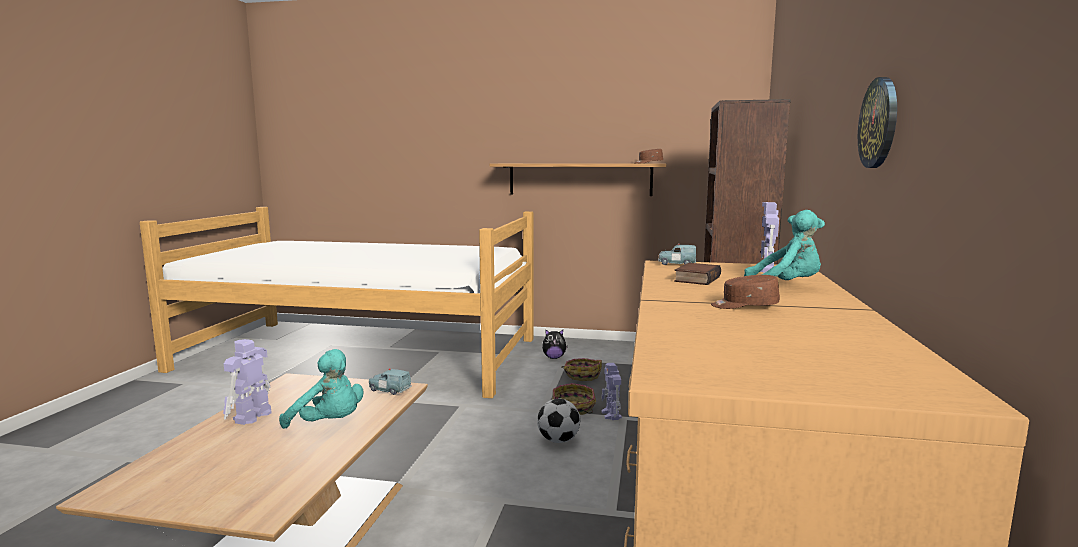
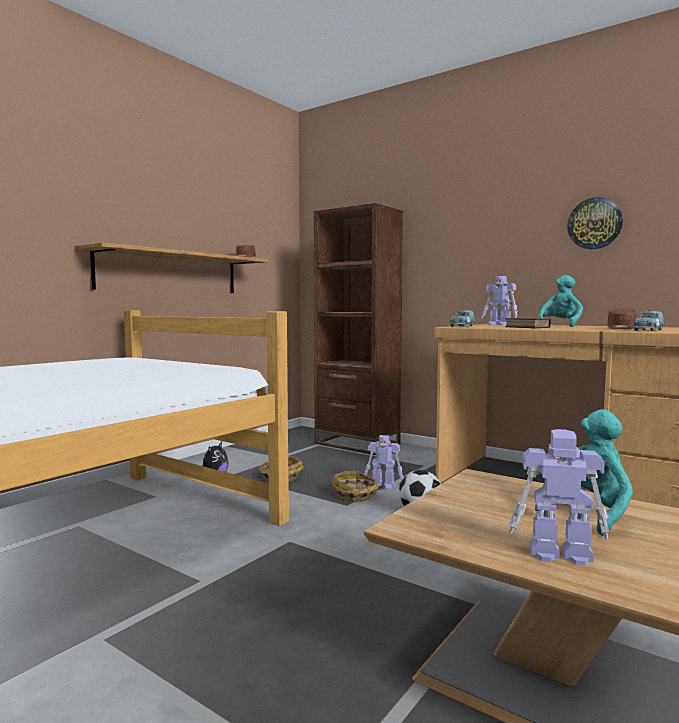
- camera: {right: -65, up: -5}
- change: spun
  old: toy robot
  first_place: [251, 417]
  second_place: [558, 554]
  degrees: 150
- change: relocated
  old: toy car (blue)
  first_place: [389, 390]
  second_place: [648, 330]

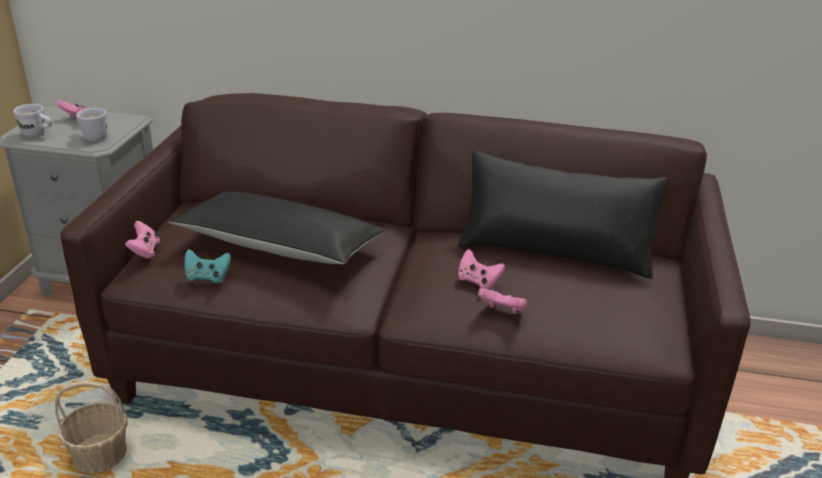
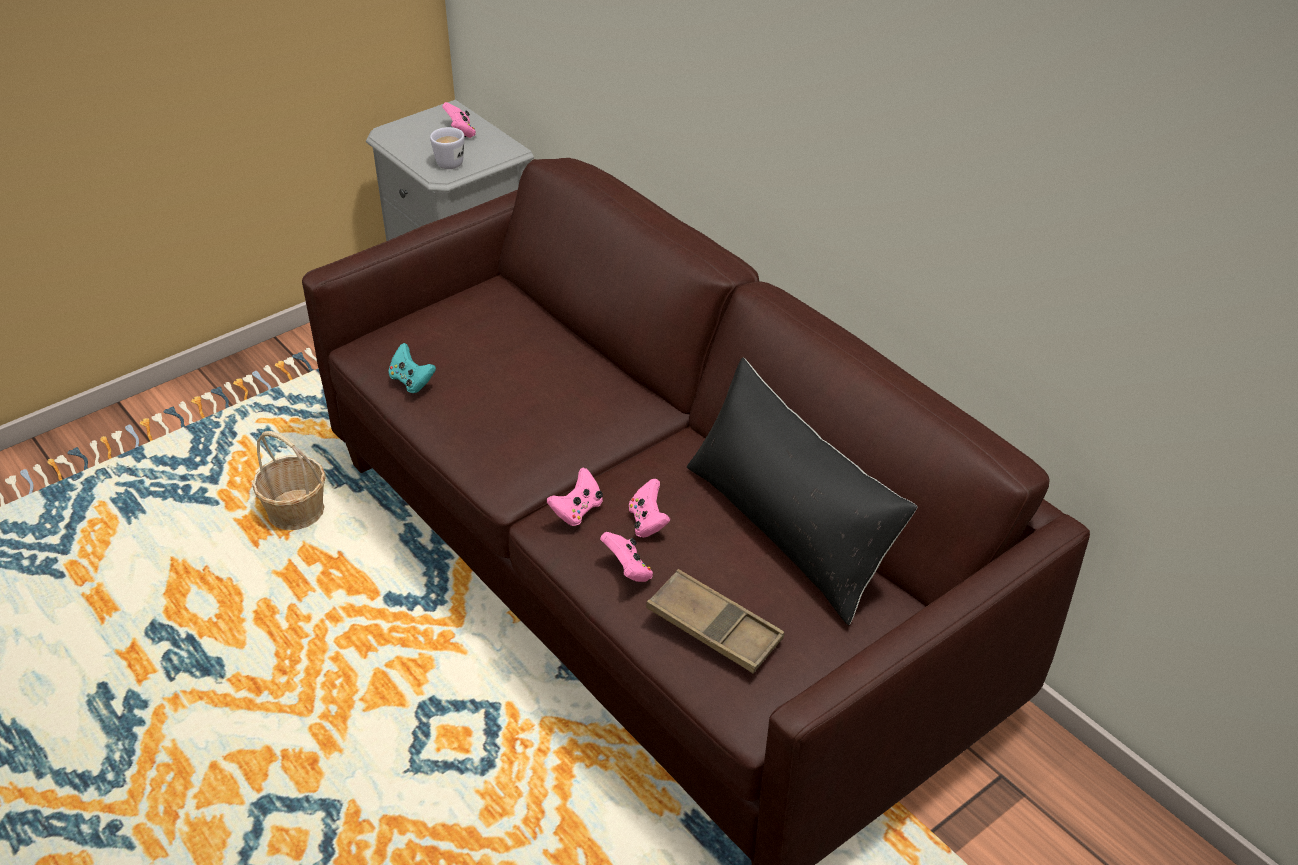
- camera: {right: 40, up: 10}
- change: relocated
  old: game controller (pink)
  first_place: [145, 251]
  second_place: [577, 511]
- change: appeared
  new: tray (brown)
  second_place: [714, 628]
- change: missing
  old: mug (white)
  first_place: [38, 134]
- change: missing
  old: pillow (black)
  first_place: [280, 246]

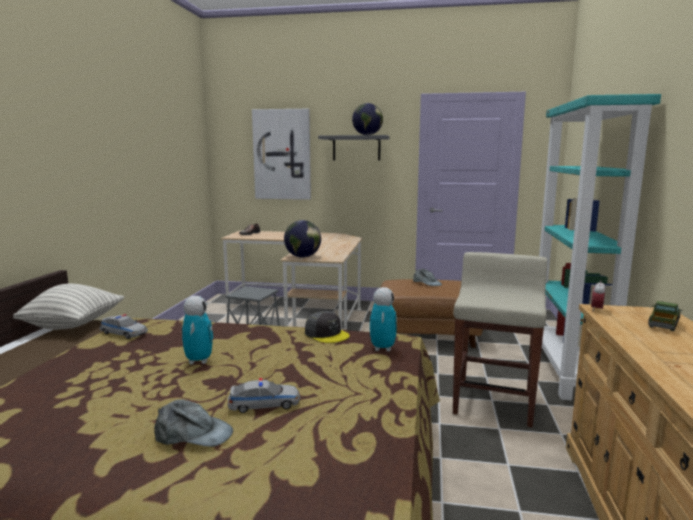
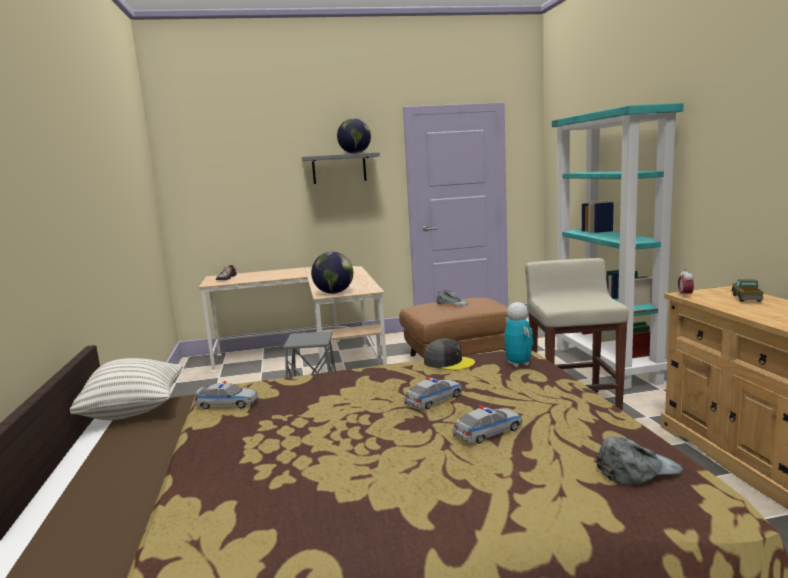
- camera: {right: -20, up: 0}
- change: appeared
  new: toy car
  second_place: [434, 400]
- change: relocated
  old: cap (grey)
  first_place: [193, 434]
  second_place: [637, 469]
- change: missing
  old: toy robot
  first_place: [199, 361]
- change: missing
  old: picture
  first_place: [282, 154]

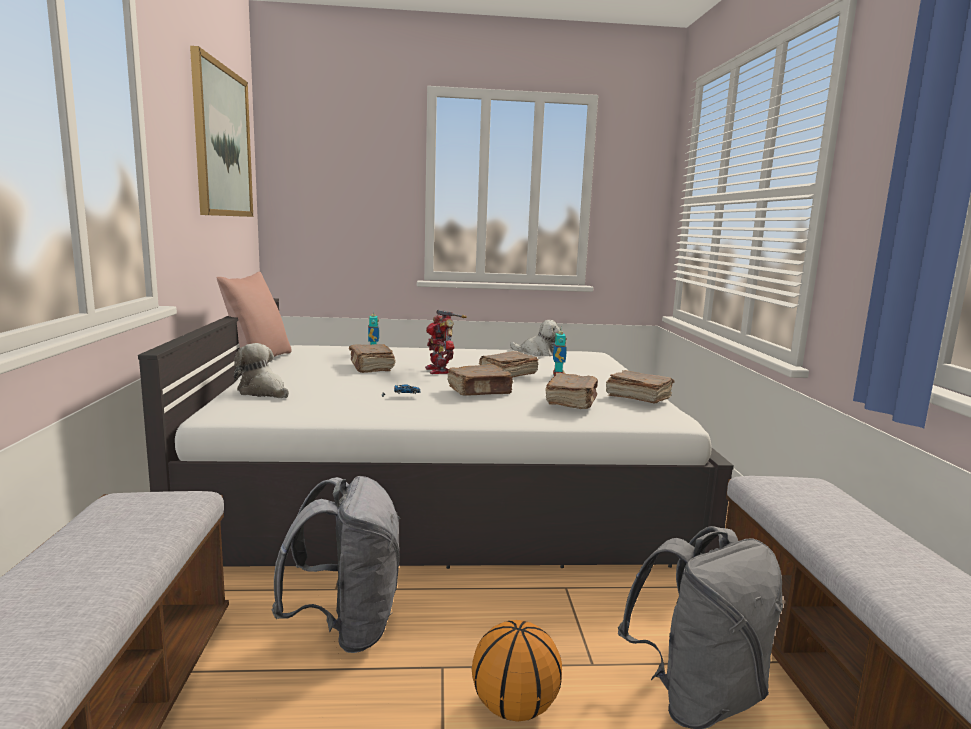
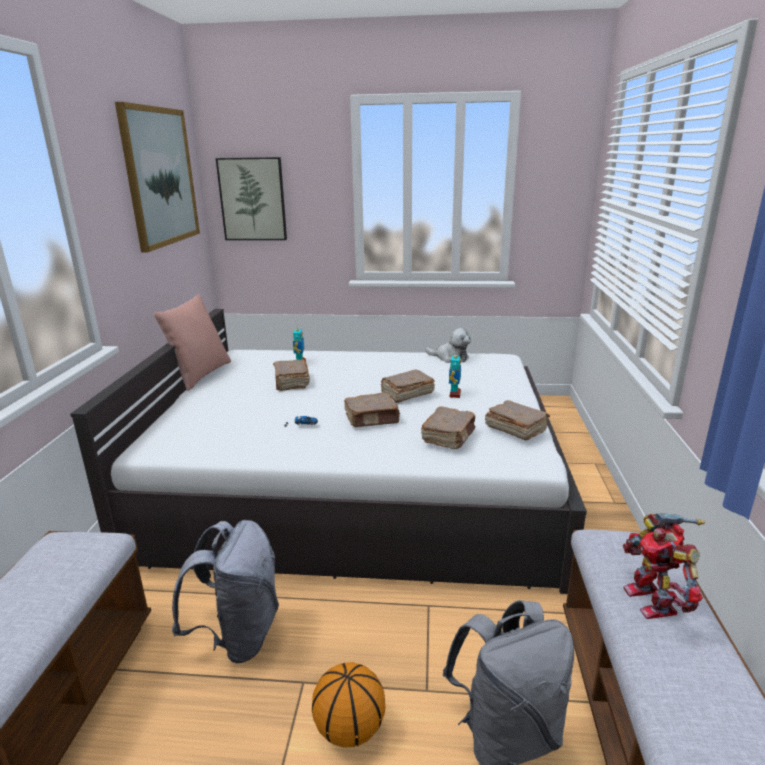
- camera: {right: 10, up: 10}
- change: appeared
  new: picture
  second_place: [253, 199]
- change: relocated
  old: toy robot
  first_place: [440, 370]
  second_place: [653, 600]
- change: missing
  old: plush toy
  first_place: [263, 392]

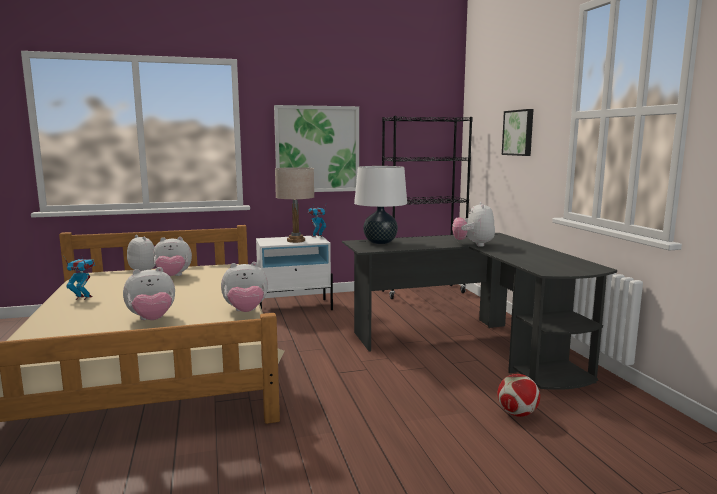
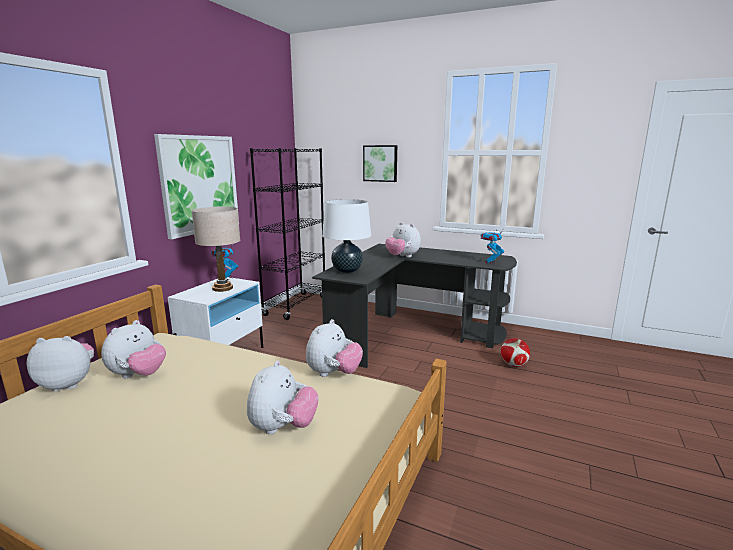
- camera: {right: -50, up: 5}
- change: relocated
  old: toy robot
  first_place: [83, 298]
  second_place: [490, 262]

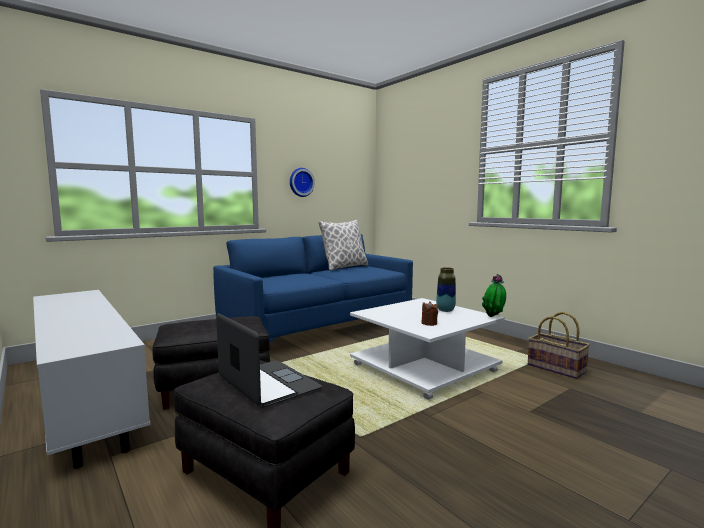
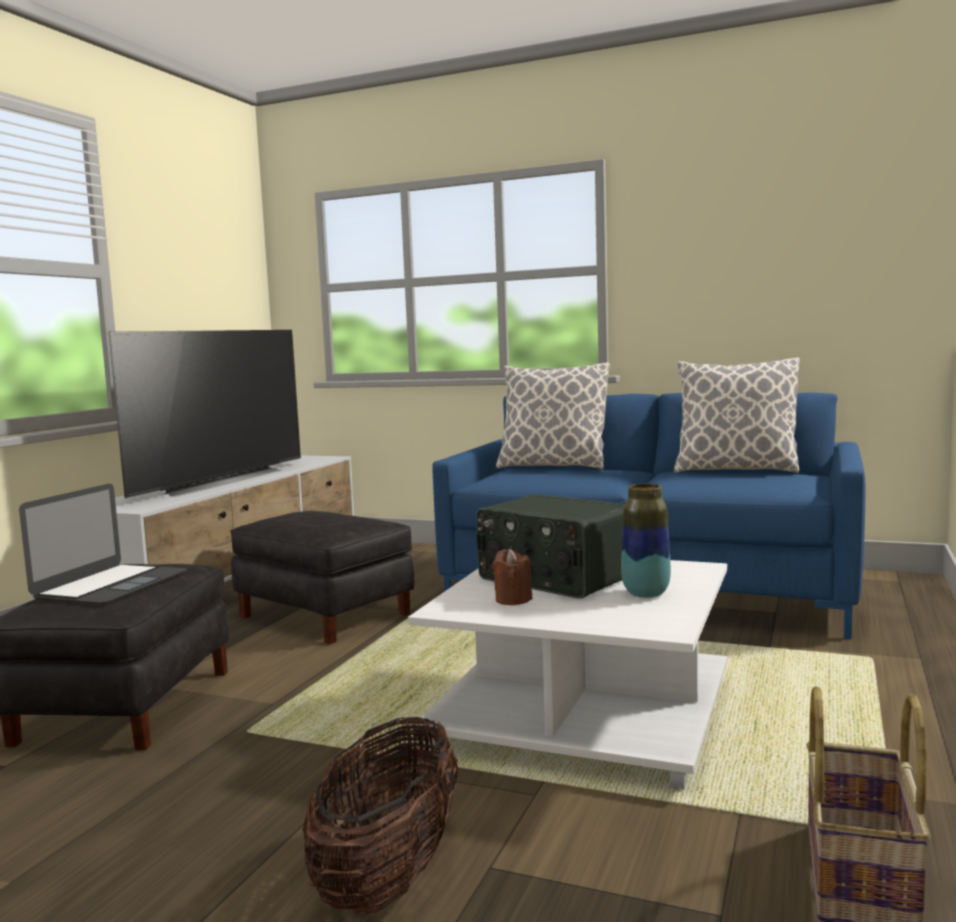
- camera: {right: 60, up: 0}
- change: appeared
  new: television
  second_place: [216, 481]
- change: appeared
  new: basket
  second_place: [389, 875]
- change: appeared
  new: radio
  second_place: [554, 578]
- change: appeared
  new: pillow
  second_place: [552, 467]
- change: missing
  old: wall clock
  first_place: [300, 182]
- change: missing
  old: potted plant
  first_place: [494, 317]

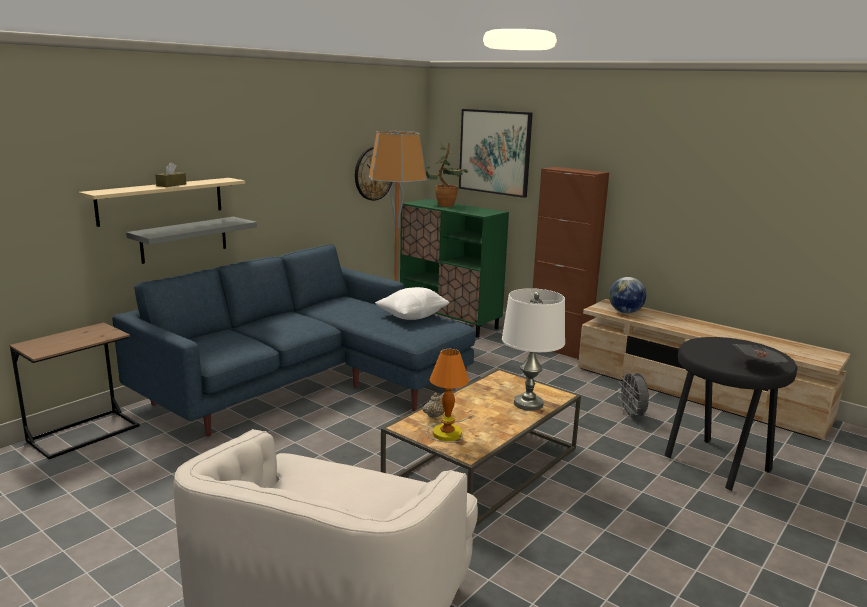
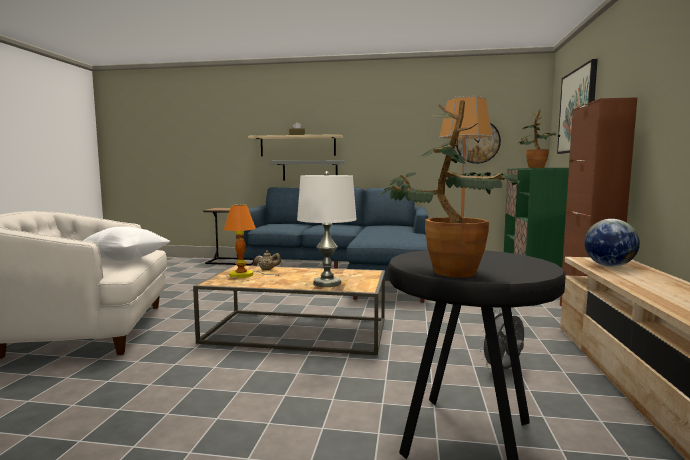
- camera: {right: 60, up: -10}
- change: relocated
  old: pillow (white)
  first_place: [412, 317]
  second_place: [125, 259]
- change: exchanged
  old: newspaper
  new: potted plant
  first_place: [758, 367]
  second_place: [445, 270]

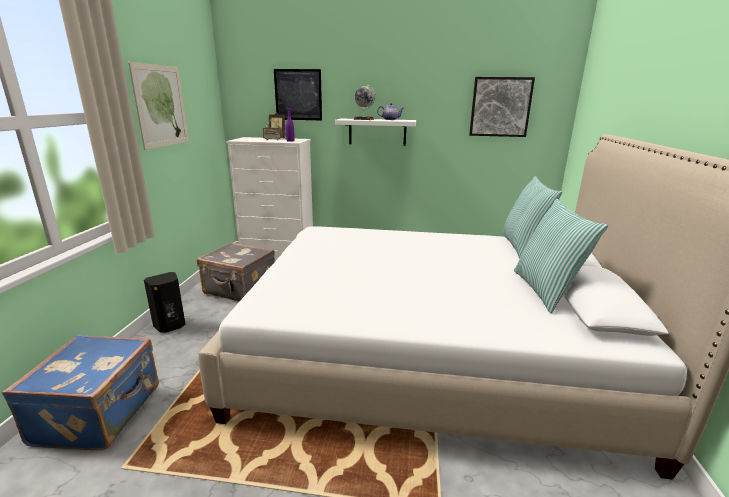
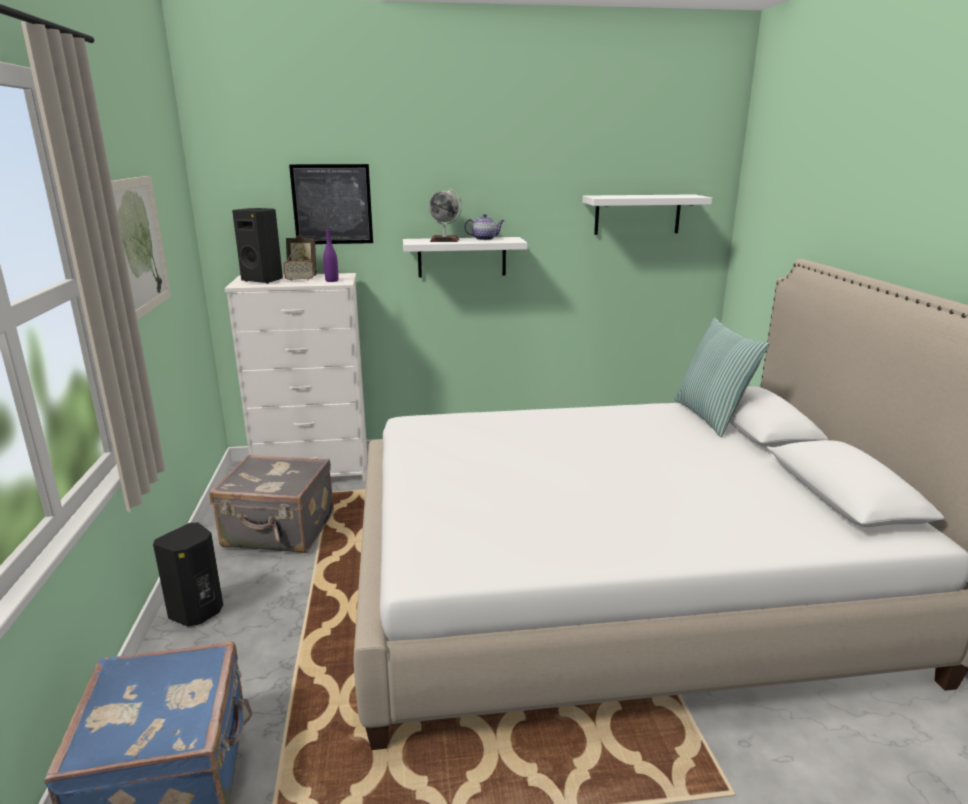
- camera: {right: -15, up: 0}
- change: appeared
  new: speaker (black)
  second_place: [263, 280]
- change: exchanged
  old: picture
  new: shelf (white)
  first_place: [500, 107]
  second_place: [637, 214]
- change: missing
  old: pillow
  first_place: [546, 290]

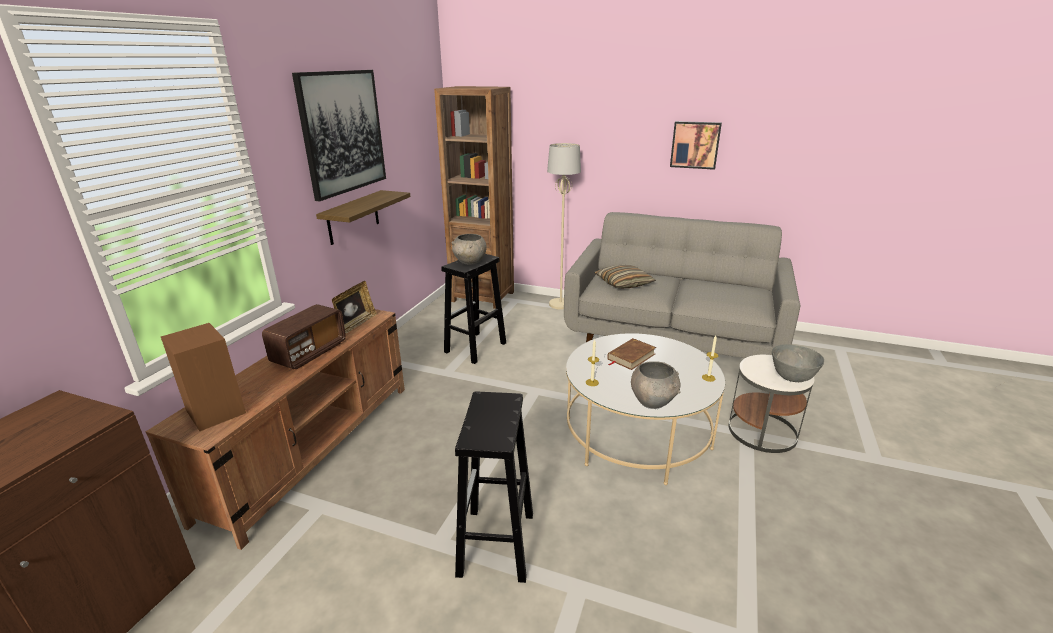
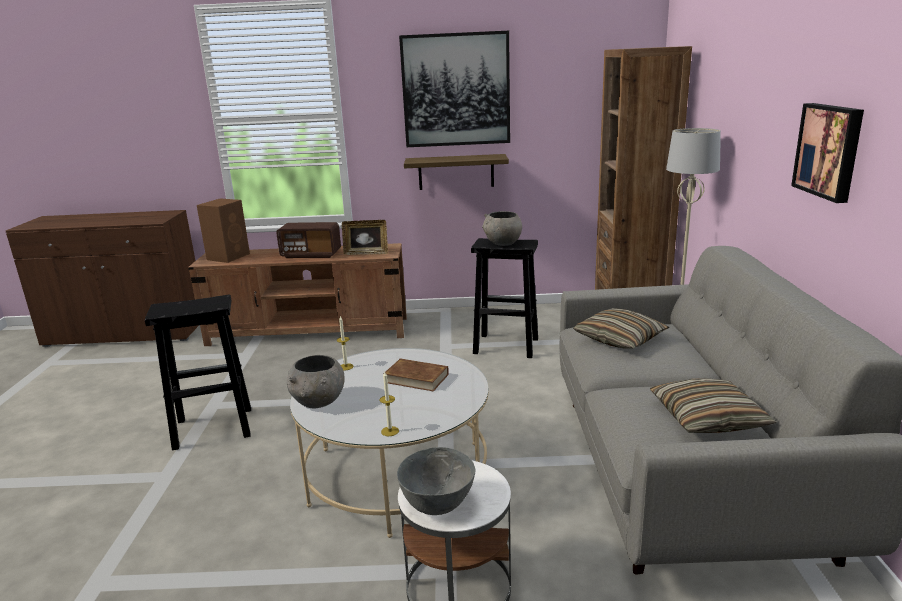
- camera: {right: 70, up: -5}
- change: appeared
  new: pillow
  second_place: [707, 418]

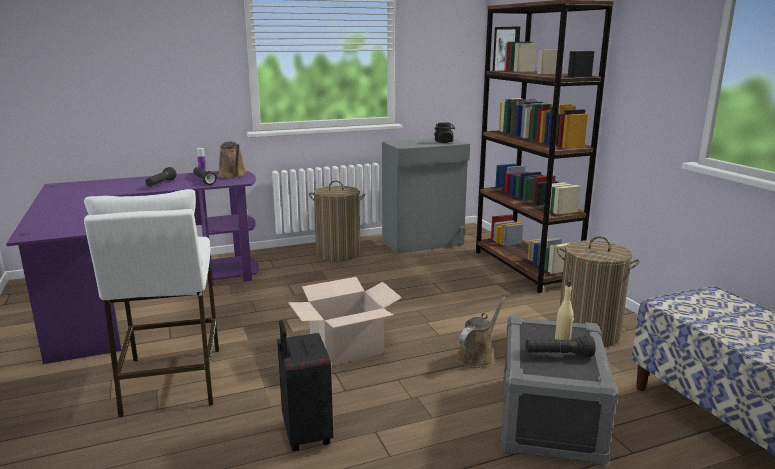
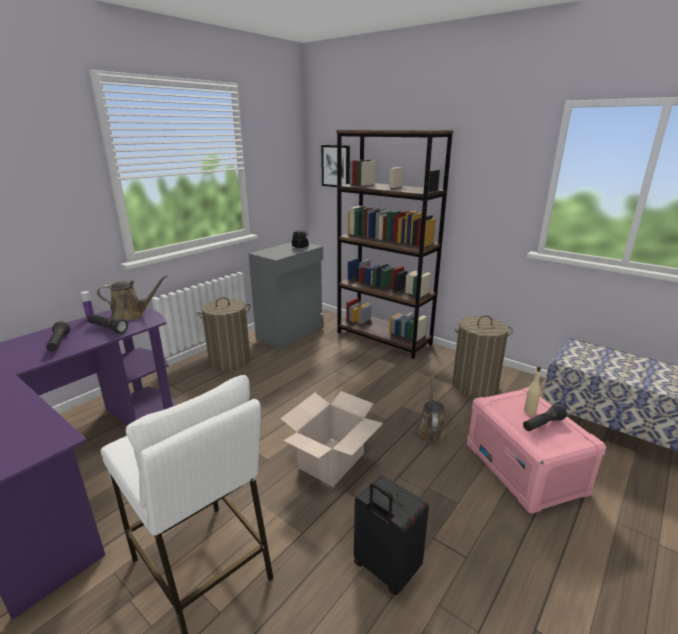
- camera: {right: -30, up: 5}
- change: spun
  old: watering can (brown)
  first_place: [233, 175]
  second_place: [131, 314]
  degrees: -45
- change: colour
  old: storage box (grey)
  new: storage box (pink)
  first_place: [550, 418]
  second_place: [525, 468]

